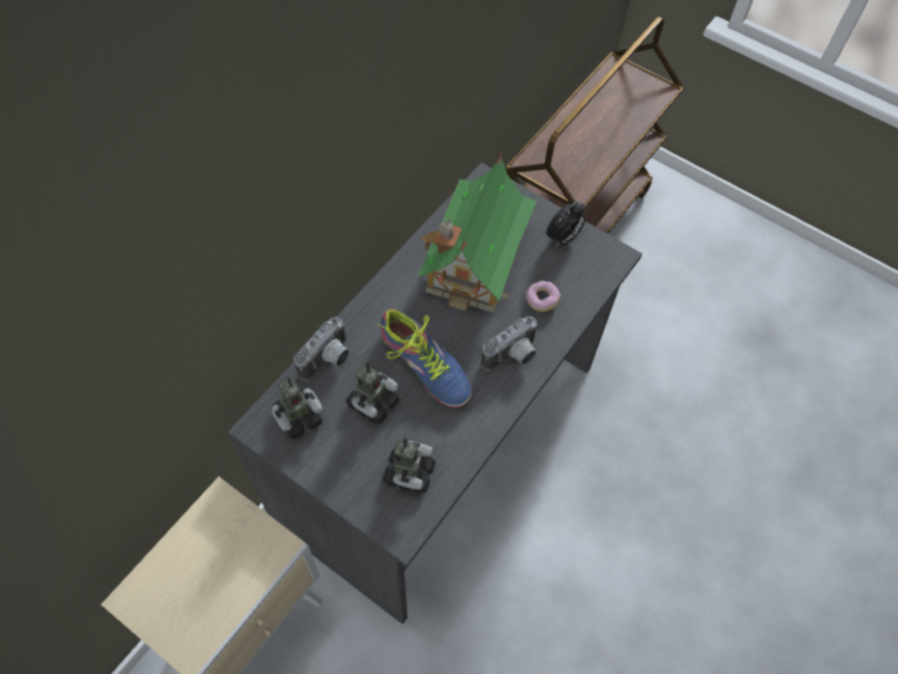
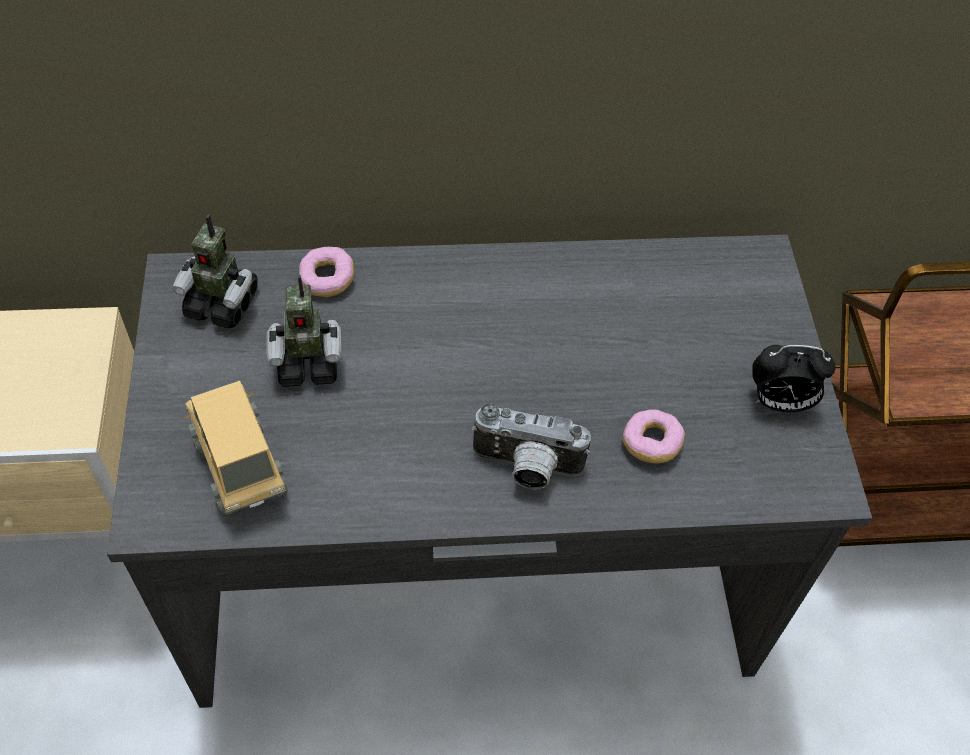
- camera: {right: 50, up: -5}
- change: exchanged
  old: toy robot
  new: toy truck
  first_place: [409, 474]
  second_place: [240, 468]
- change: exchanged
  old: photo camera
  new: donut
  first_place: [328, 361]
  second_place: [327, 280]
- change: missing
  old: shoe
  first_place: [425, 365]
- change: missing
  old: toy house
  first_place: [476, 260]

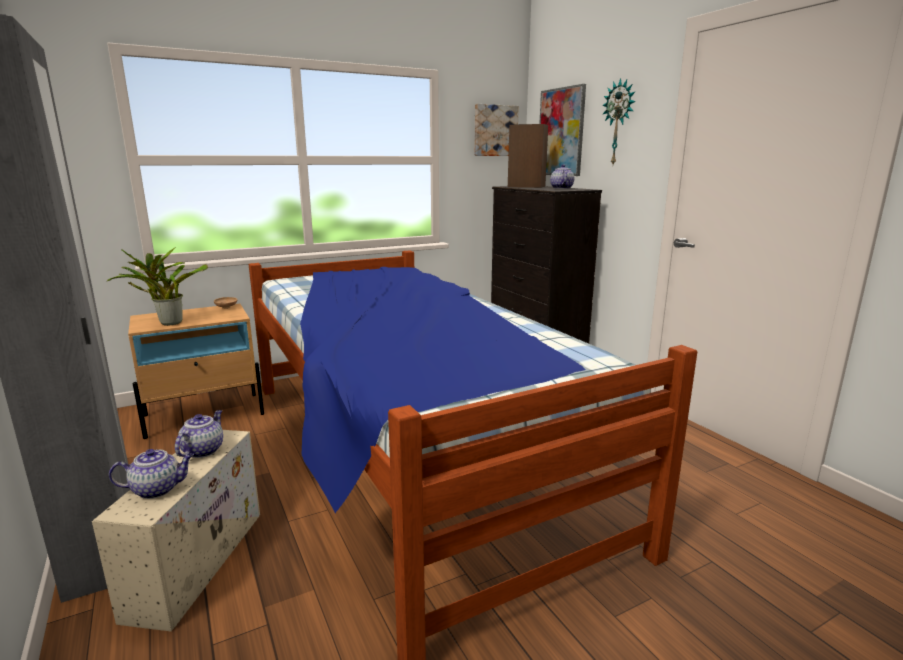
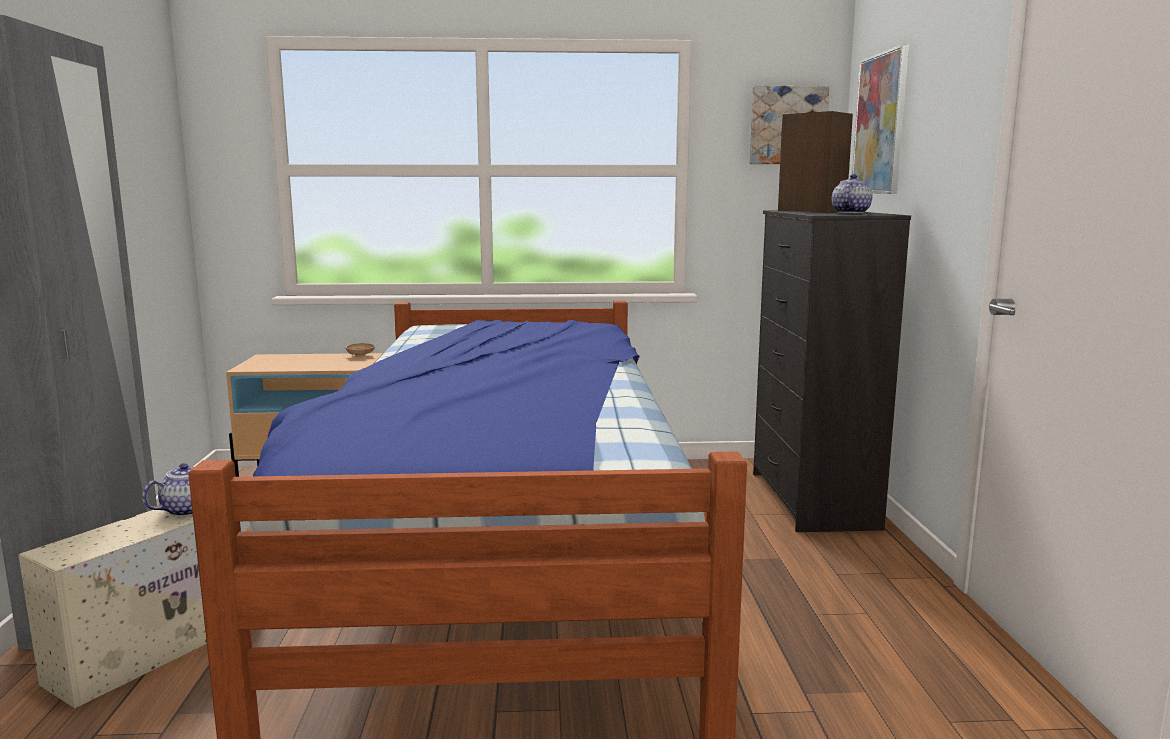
- camera: {right: 25, up: -5}
- change: missing
  old: potted plant
  first_place: [168, 323]
- change: missing
  old: teapot
  first_place: [158, 489]
- change: missing
  old: wall clock
  first_place: [619, 123]

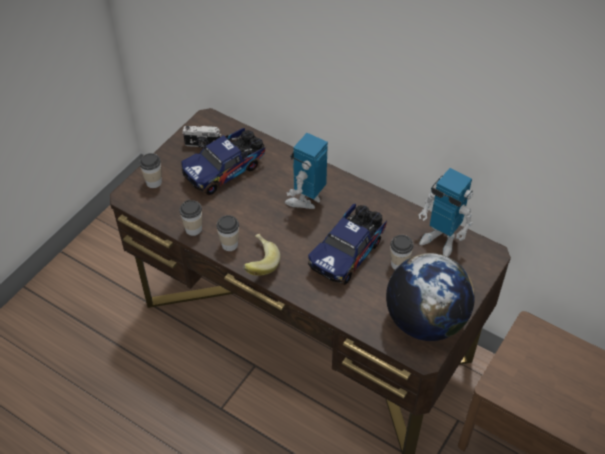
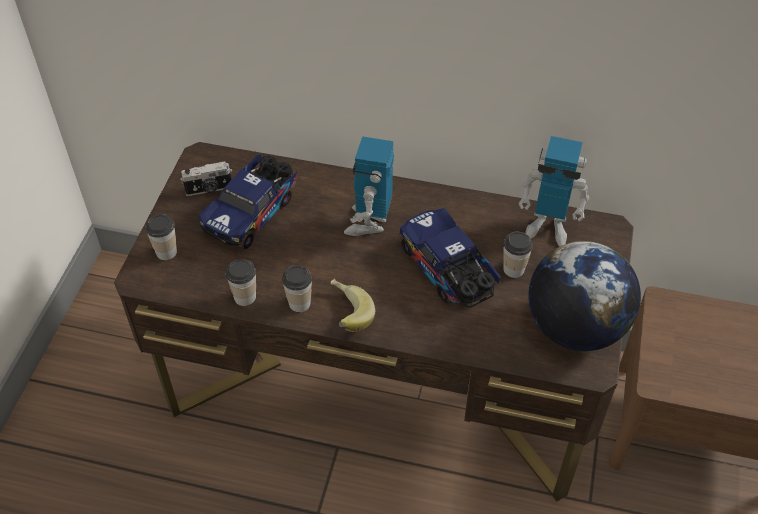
- camera: {right: -20, up: 0}
- change: spun
  old: toy truck
  first_place: [348, 252]
  second_place: [448, 271]
  degrees: 135

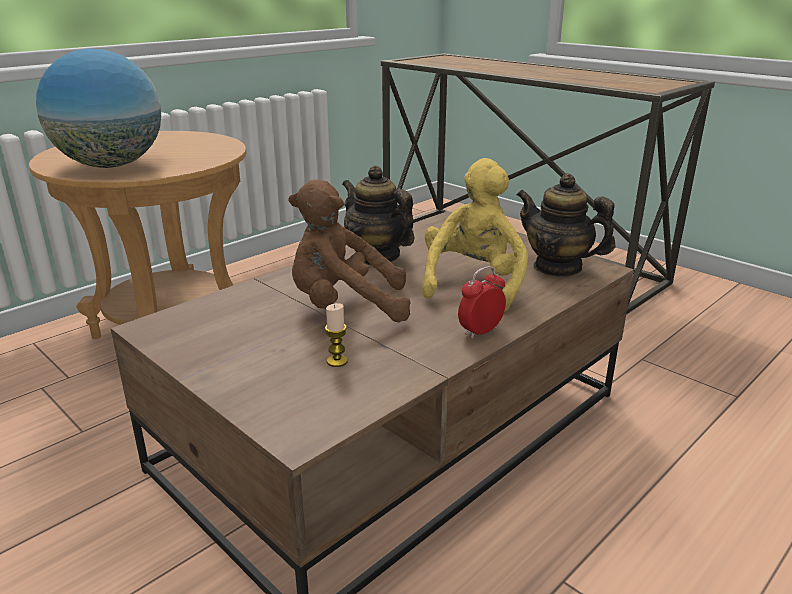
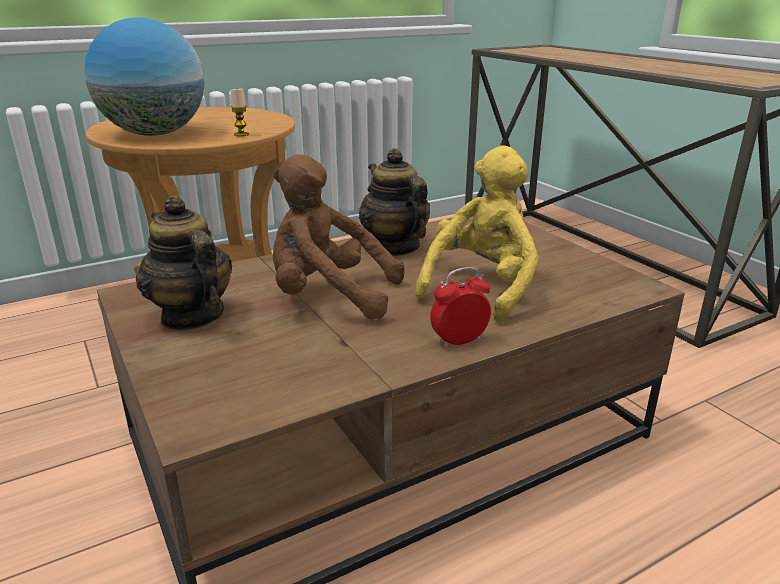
- camera: {right: 15, up: 0}
- change: relocated
  old: teapot
  first_place: [557, 267]
  second_place: [191, 316]
- change: relocated
  old: candle
  first_place: [337, 361]
  second_place: [241, 134]

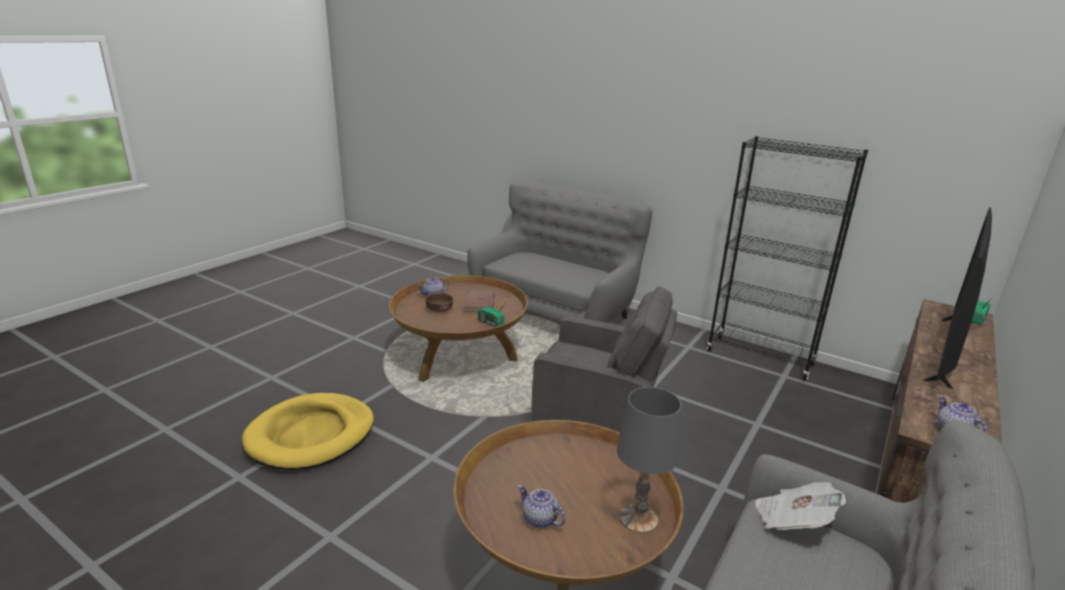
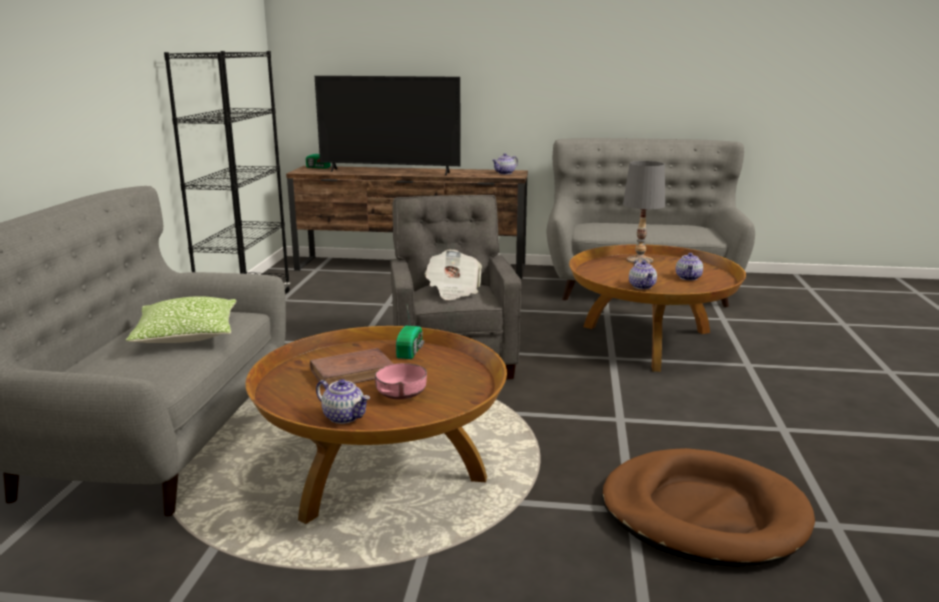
- camera: {right: -115, up: -5}
- change: appeared
  new: pillow
  second_place: [187, 335]
- change: colour
  old: bowl (brown)
  new: bowl (pink)
  first_place: [439, 310]
  second_place: [402, 394]
- change: relocated
  old: newspaper
  first_place: [792, 520]
  second_place: [453, 290]
- change: colour
  old: dog bed (yellow)
  new: dog bed (brown)
  first_place: [311, 435]
  second_place: [703, 513]
- change: appeared
  new: teapot
  second_place: [642, 286]

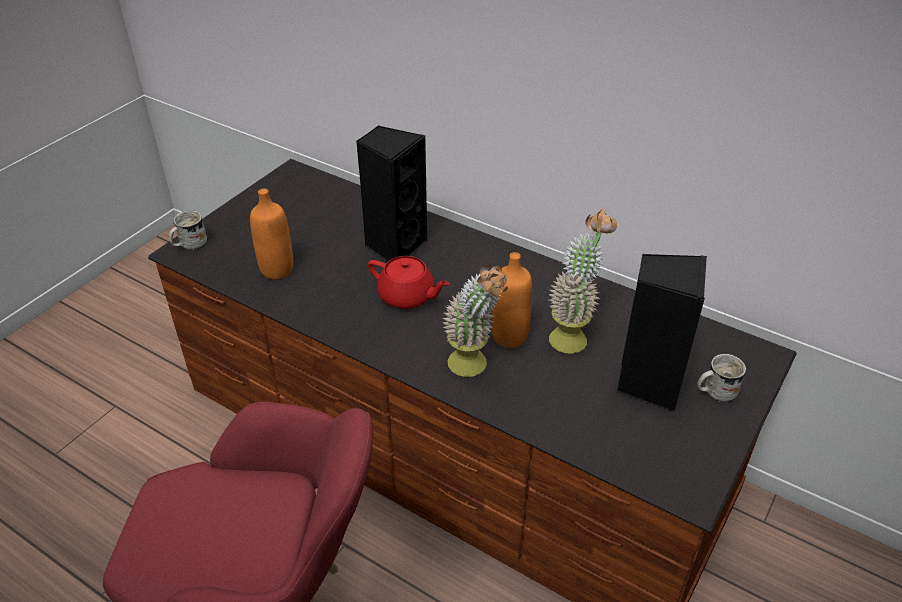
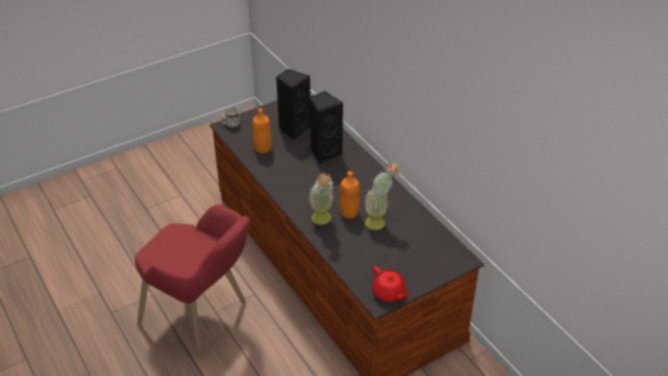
- camera: {right: 25, up: 0}
- change: relocated
  old: speaker (black)
  first_place: [648, 383]
  second_place: [294, 129]
- change: relocated
  old: teapot (red)
  first_place: [407, 296]
  second_place: [389, 293]
- change: missing
  old: mug (white)
  first_place: [714, 391]

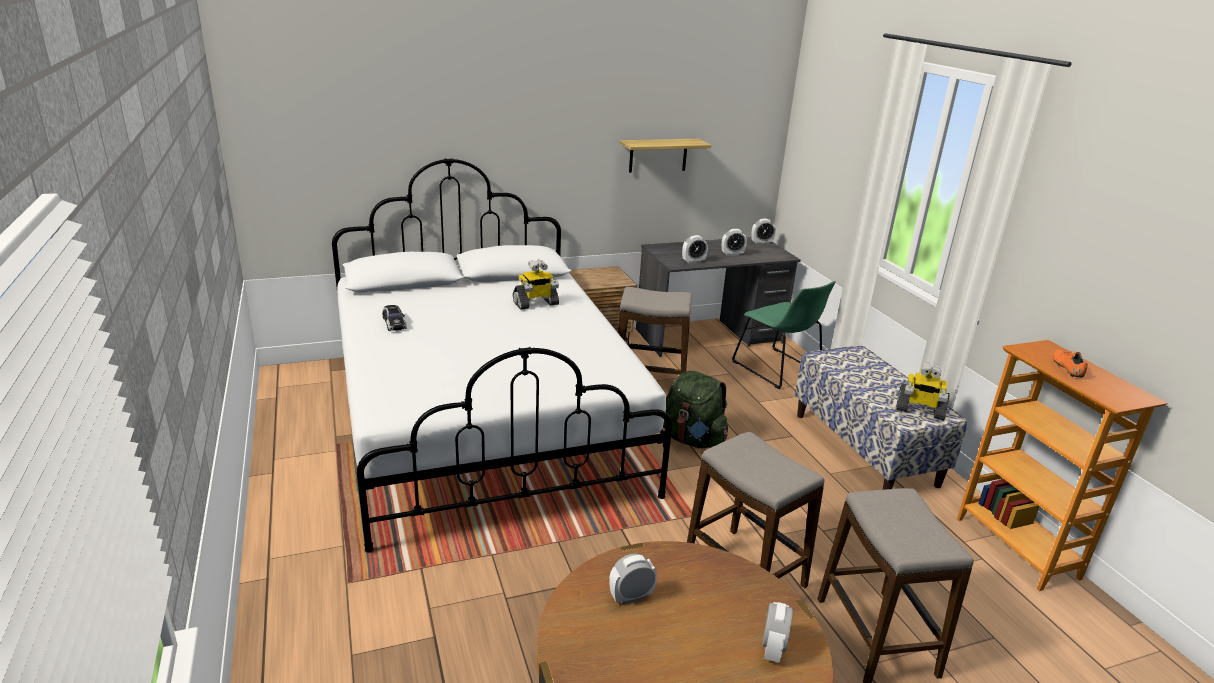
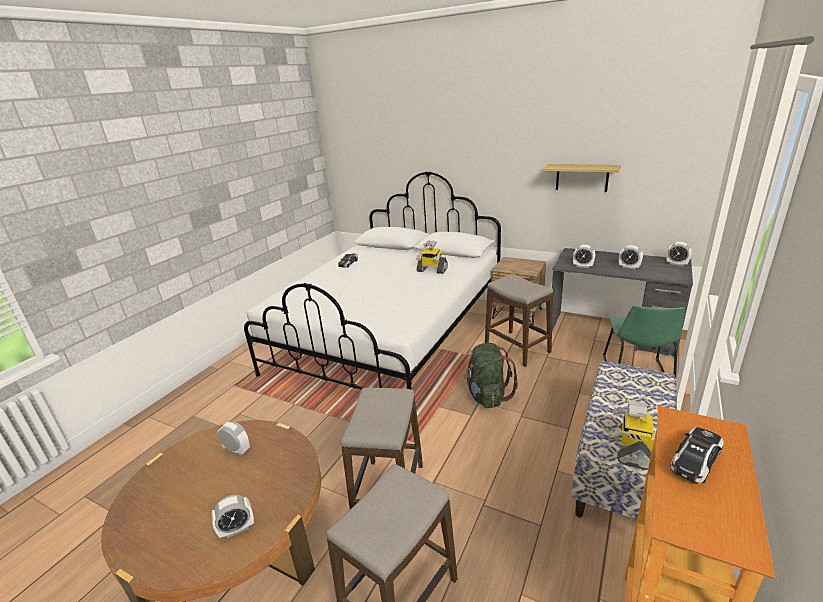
- camera: {right: 50, up: 0}
- change: spun
  old: toy robot
  first_place: [919, 410]
  second_place: [633, 449]
  degrees: 45
- change: exchanged
  old: shoe (orange)
  new: toy car
  first_place: [1067, 368]
  second_place: [695, 461]

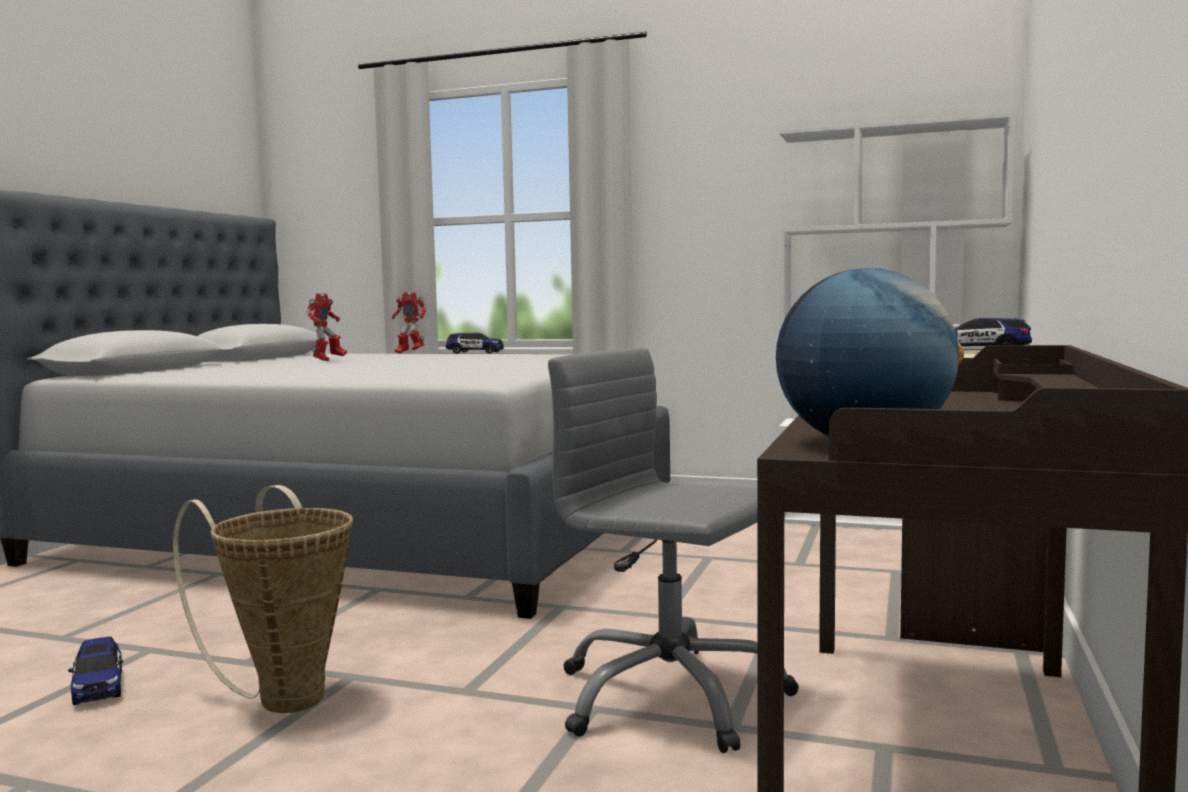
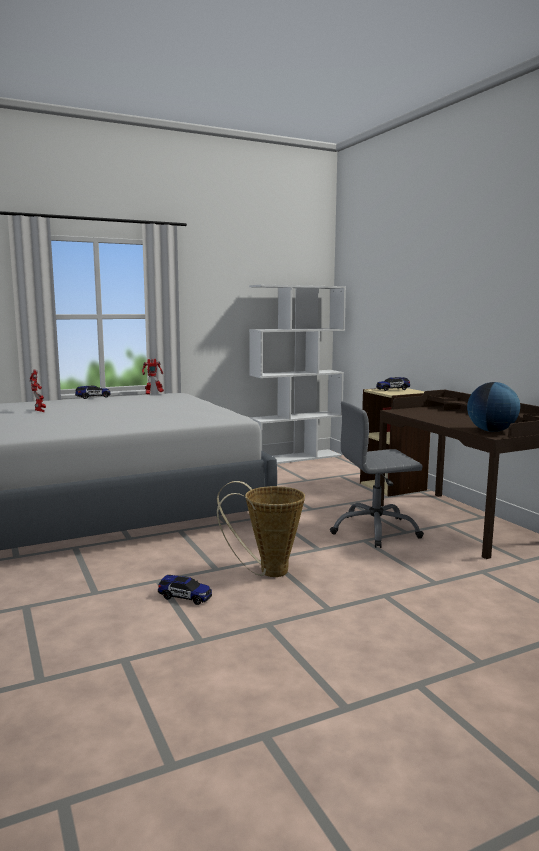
- camera: {right: -45, up: 5}
- change: relocated
  old: toy robot
  first_place: [409, 353]
  second_place: [153, 394]

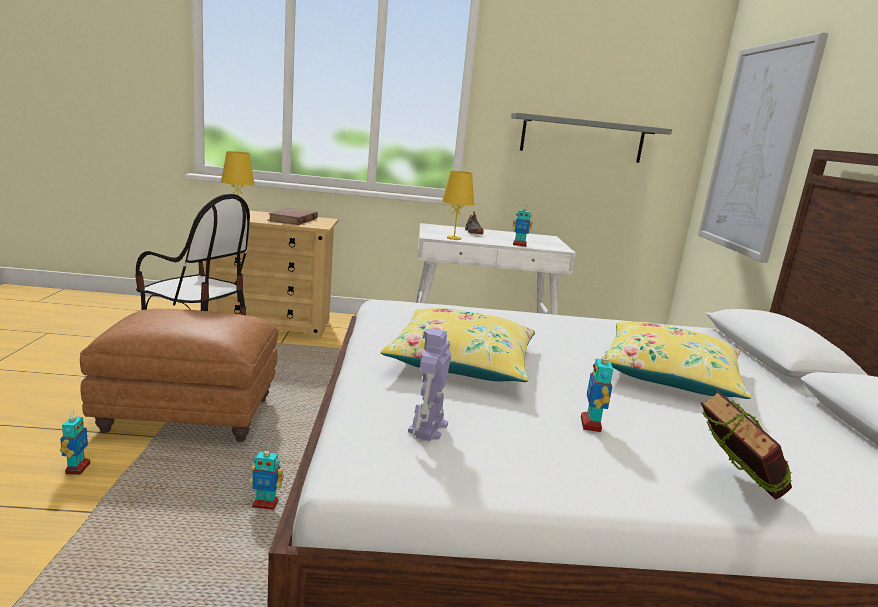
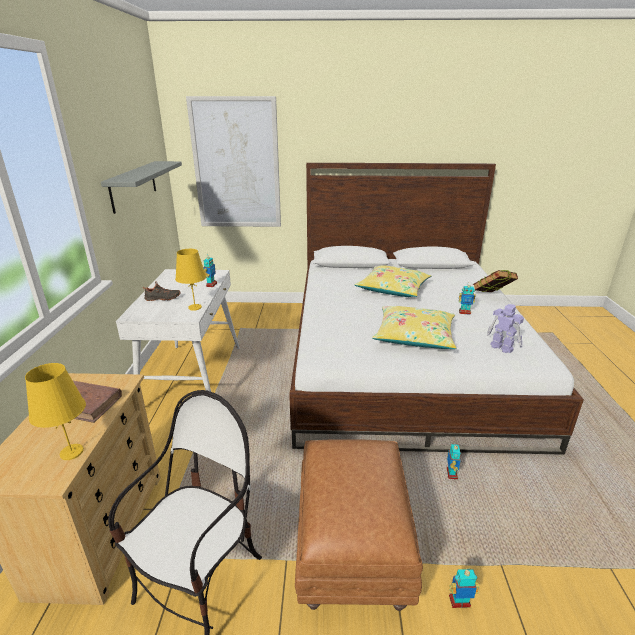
- camera: {right: -85, up: 10}
- change: spun
  old: toy robot
  first_place: [427, 429]
  second_place: [501, 347]
  degrees: -150

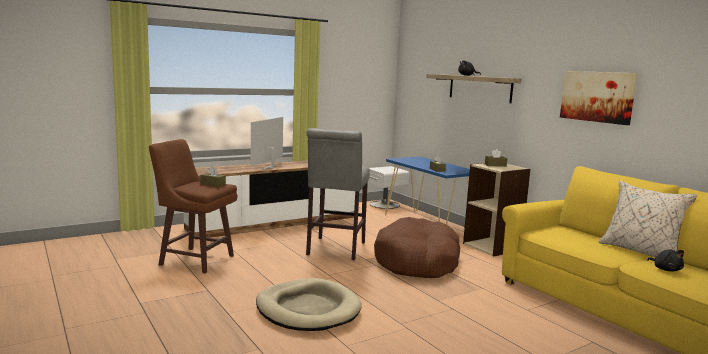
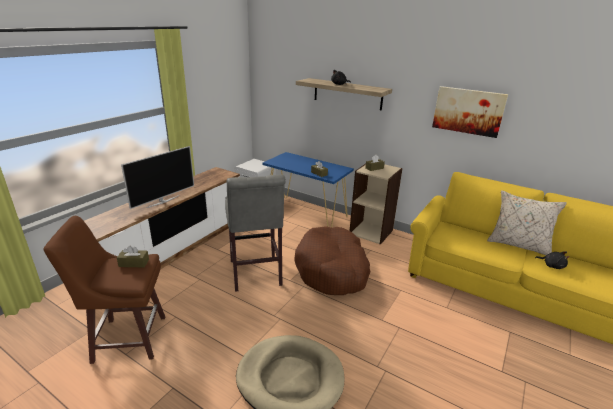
- camera: {right: -25, up: 15}
- change: spun
  old: television
  first_place: [270, 167]
  second_place: [163, 201]
  degrees: -135

